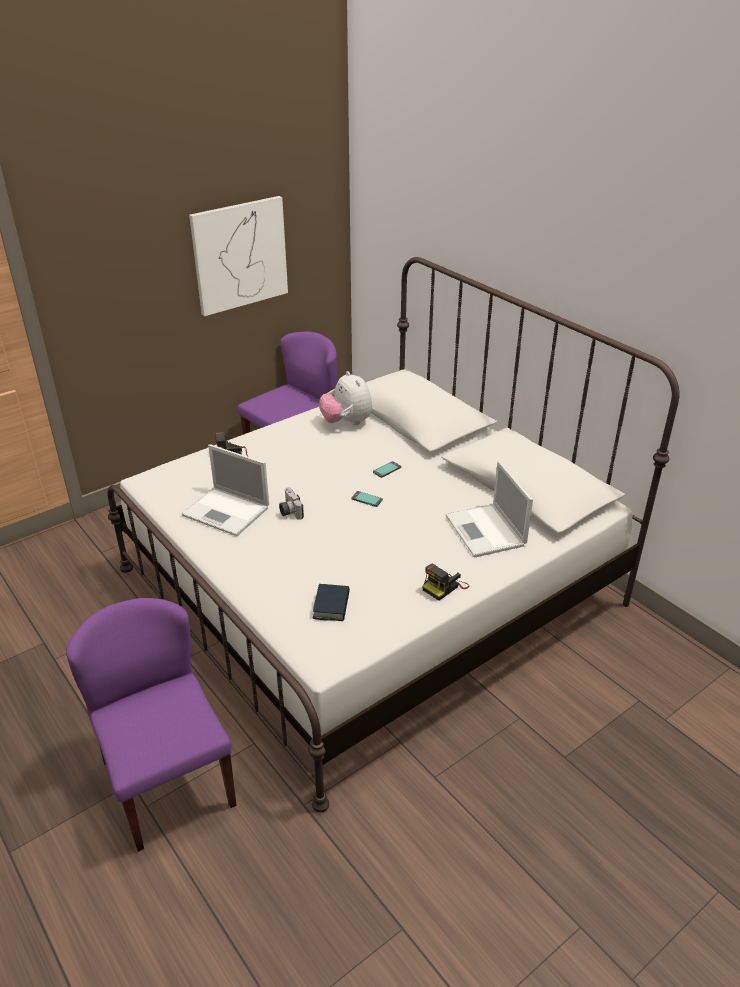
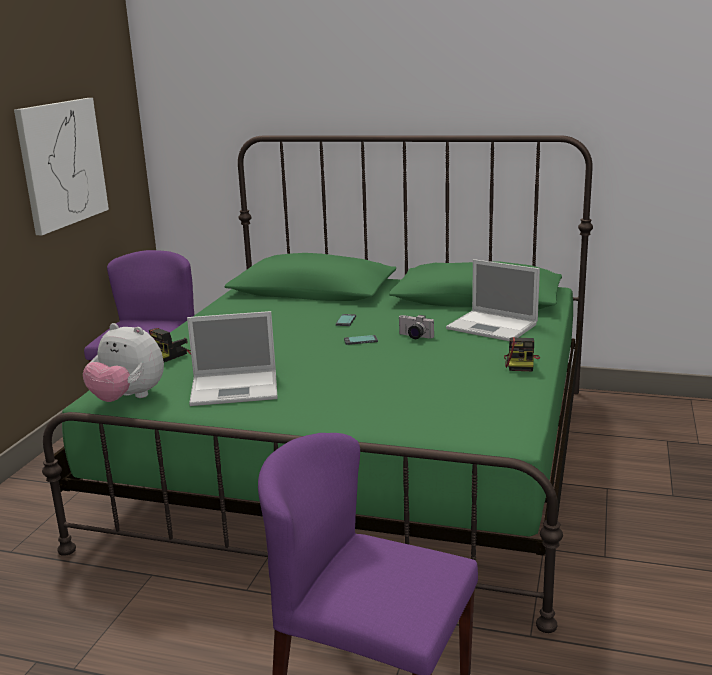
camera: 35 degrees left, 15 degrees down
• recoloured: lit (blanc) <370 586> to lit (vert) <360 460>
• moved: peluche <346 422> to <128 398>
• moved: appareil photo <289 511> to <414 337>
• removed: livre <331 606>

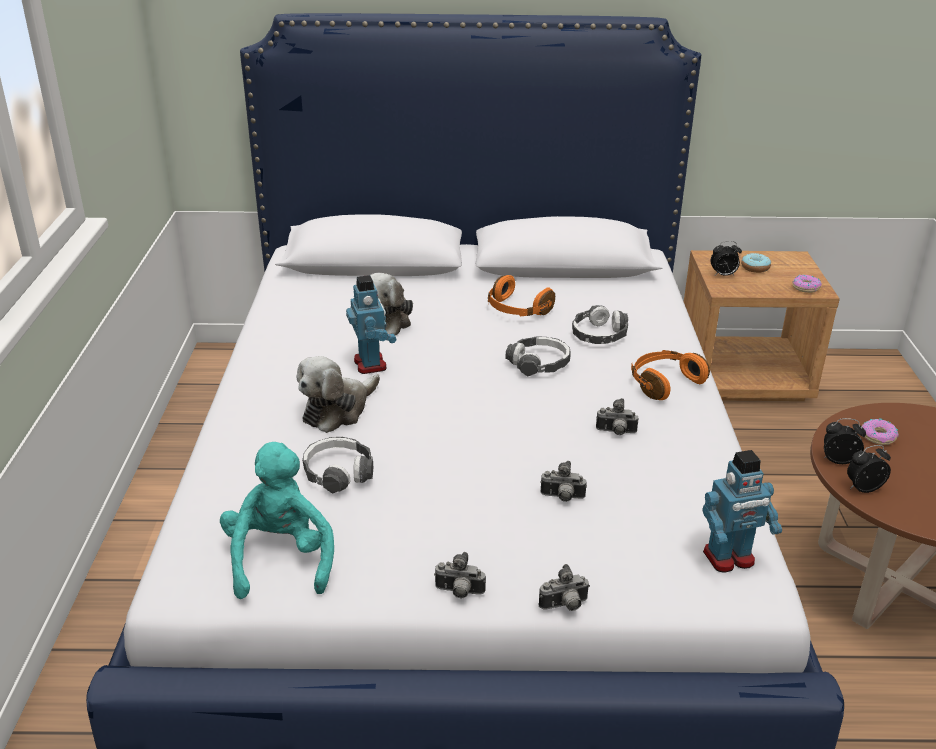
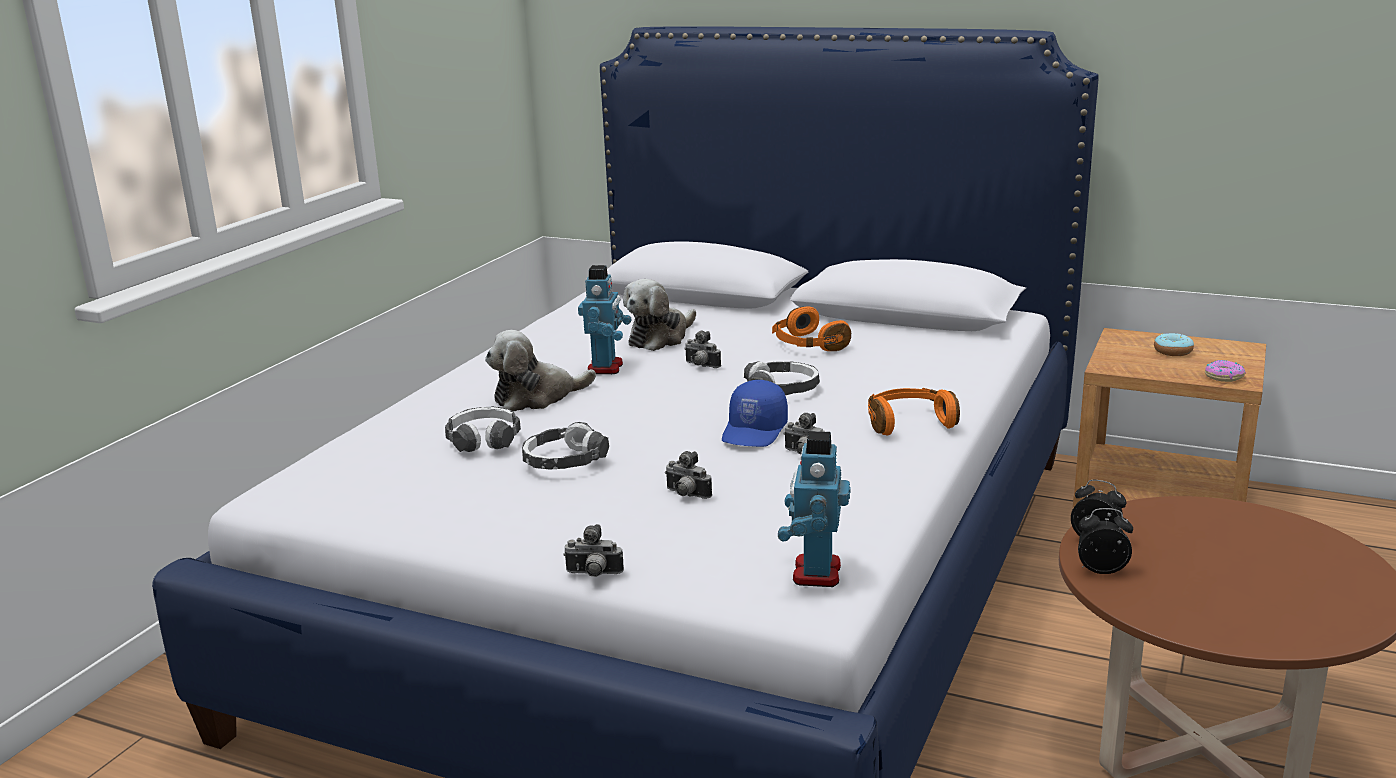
camera: 25 degrees right, 10 degrees down
• removed: réveil <723 275>
• moved: casque audio <599 335> to <564 460>
• removed: beignet <878 436>
• removed: peluche (turquoise) <280 559>
• turned: robot jouet <729 558> = <815 573> 90 degrees clockwise
• moved: appareil photo <459 592> to <700 366>
• added: casquette (bleu) <755 431>

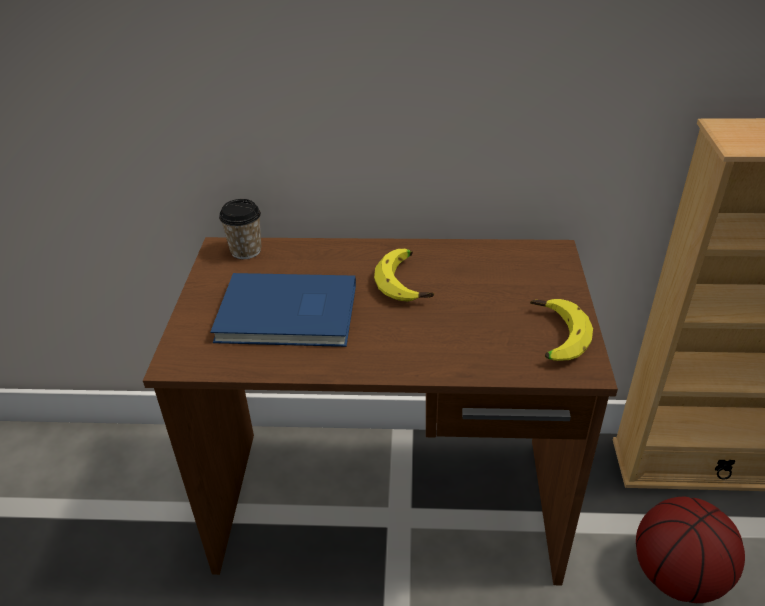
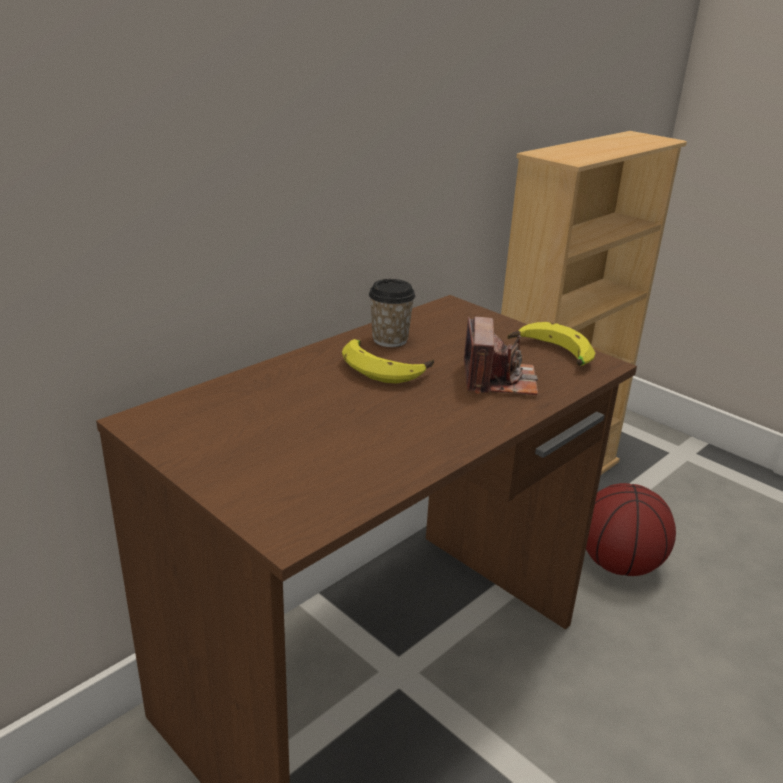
camera: 50 degrees left, 10 degrees down
• moved: tasse <246 251> to <390 340>
• removed: livre (bleu) <289 315>
• added: appareil photo <498 380>

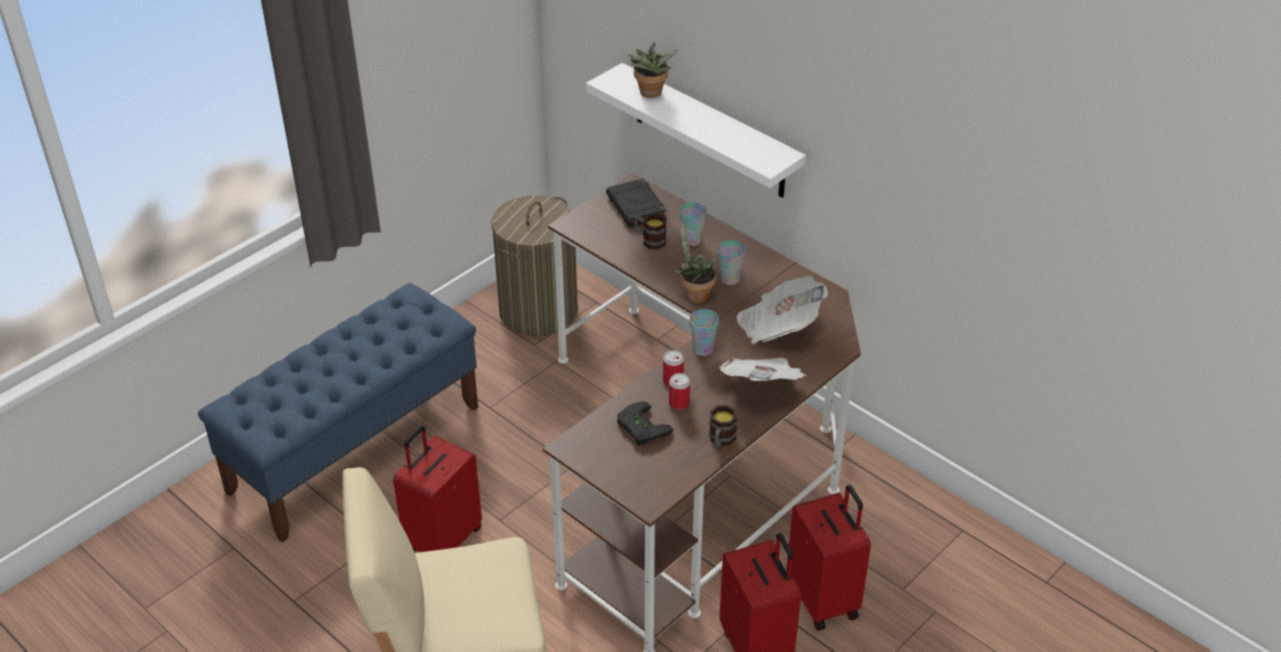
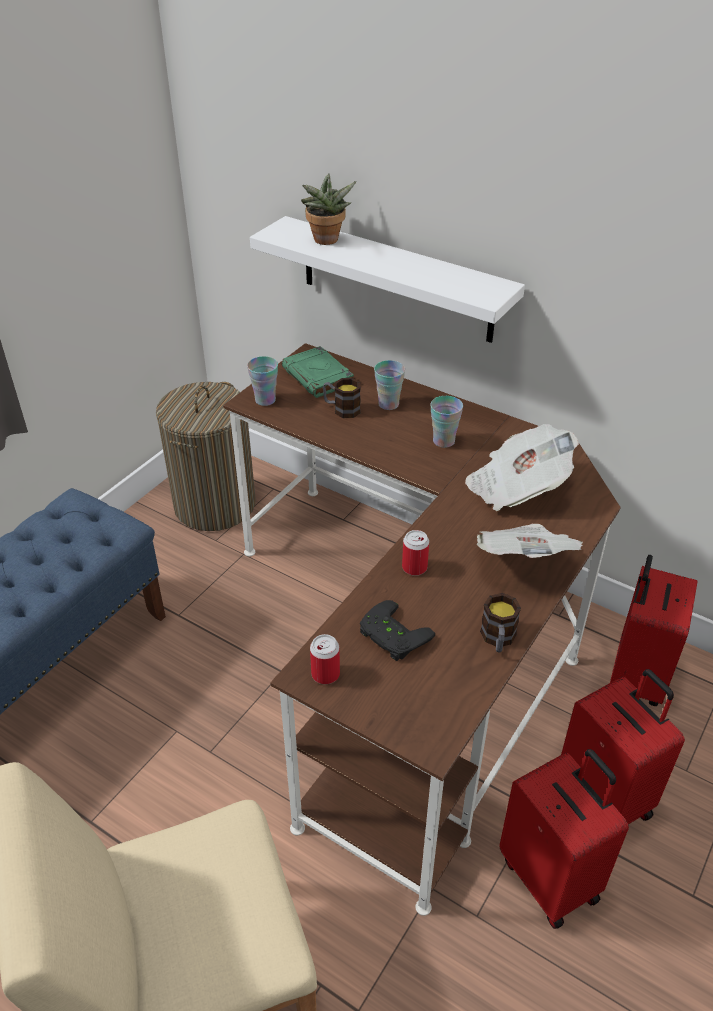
camera: 10 degrees left, 0 degrees up
• recoloured: livre (noir) <636 207> to livre (vert) <318 377>
• removed: plante en pot <694 294>
• moved: tasse <703 349> to <265 400>
• moved: boîte métallique <679 403> to <325 674>
• moved: valise (rouge) <443 539> to <635 676>

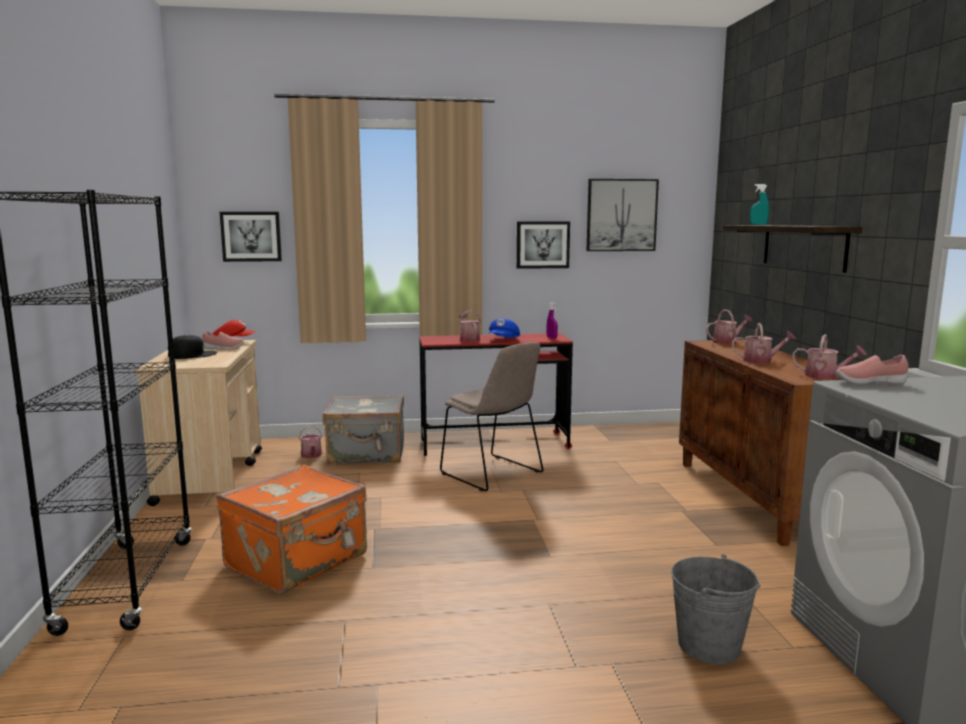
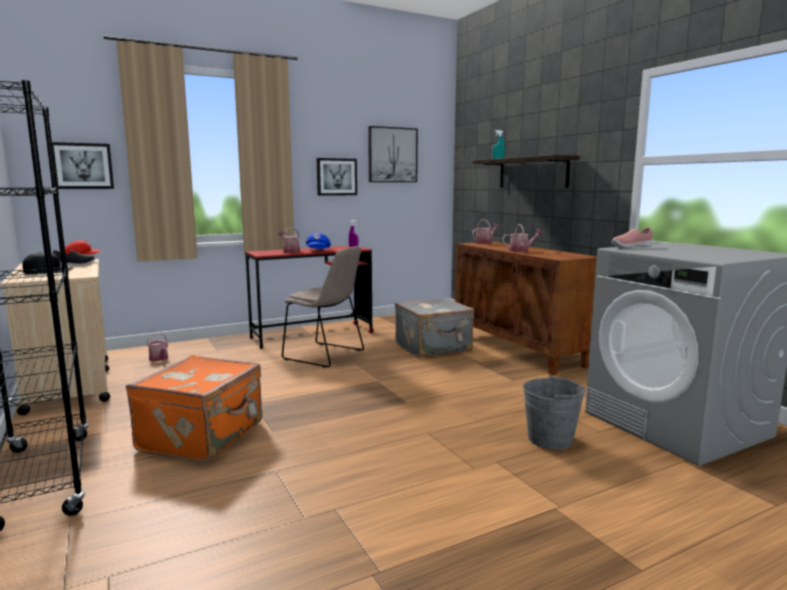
camera: 20 degrees left, 0 degrees up
• recoloured: chaussure (rose) <223 348> to chaussure (noir) <74 265>
• removed: arrosoir <825 376>
• moved: valise (gris) <367 454> to <434 348>

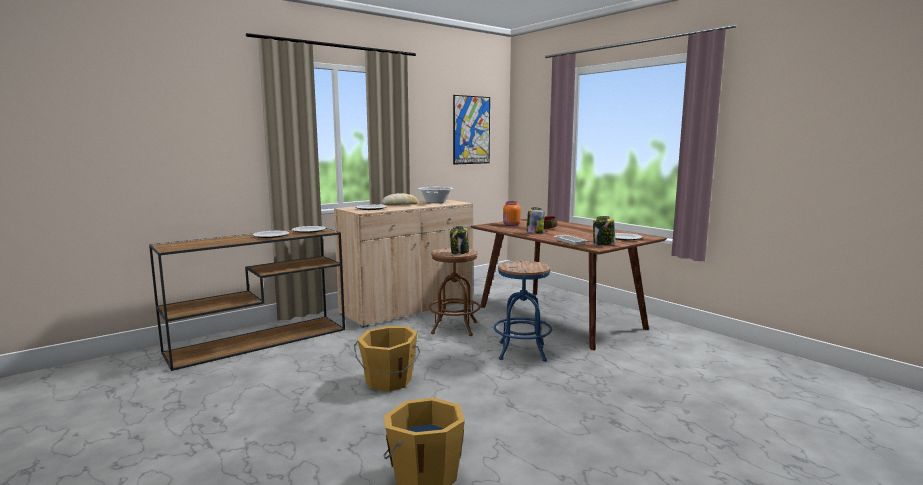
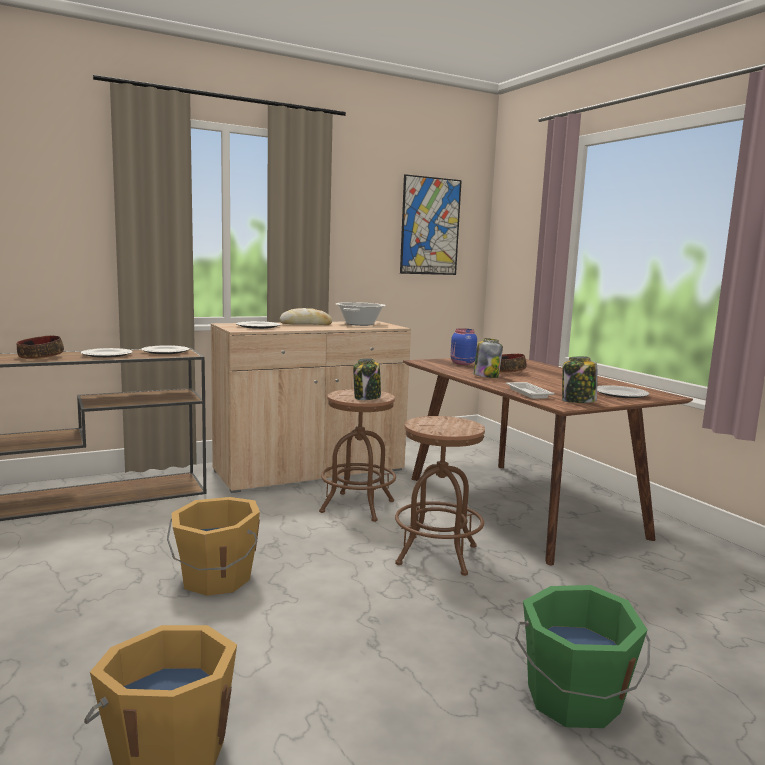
camera: 10 degrees right, 0 degrees up
• recoloured: bocal (orange) <511 225> to bocal (bleu) <462 363>
• recoloured: tabouret (bleu) <522 351> to tabouret (marron) <437 555>
• added: bol <40 357>
• added: seau (vert) <574 700>

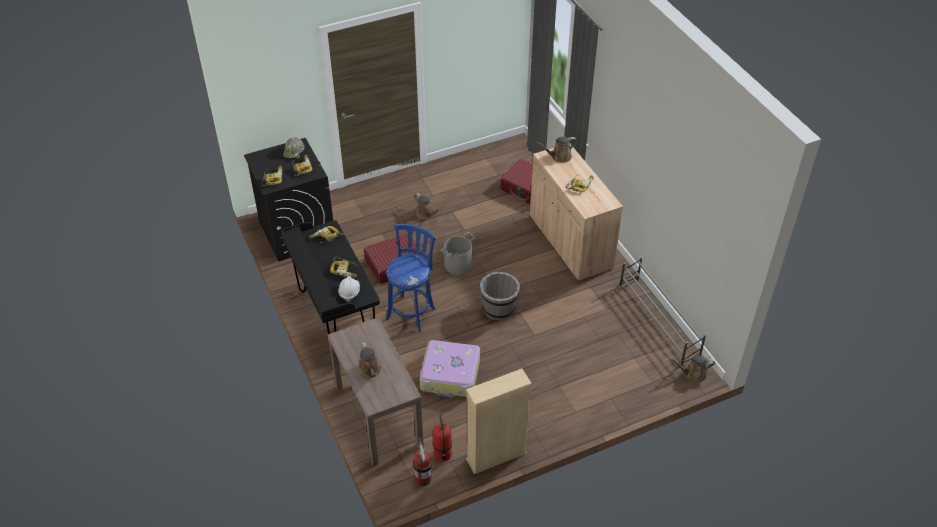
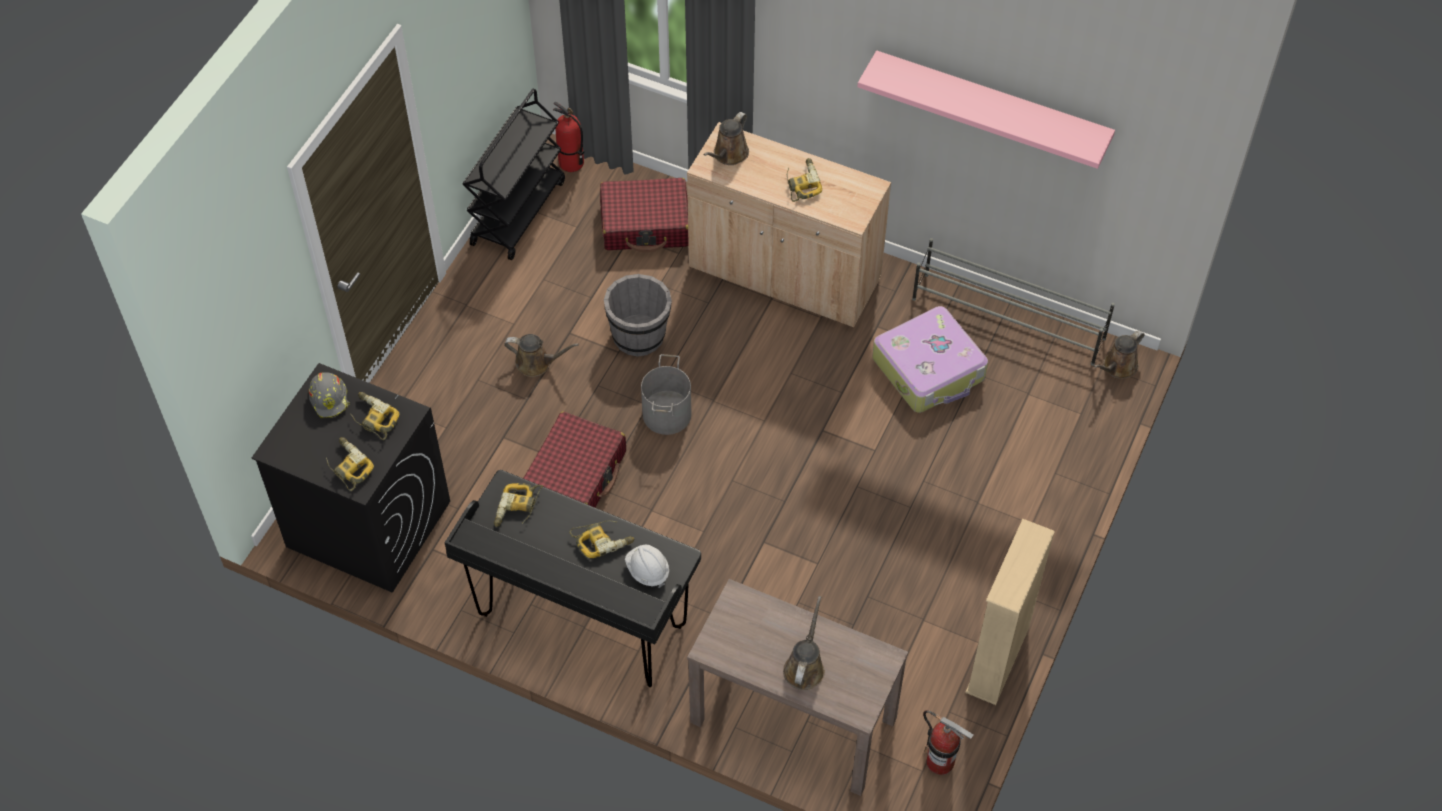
camera: 40 degrees left, 10 degrees up
• removed: tabouret (bleu) <412 312>
• moved: seau (gris) <499 309> to <639 335>
• moved: valise <450 375> to <929 369>
• turned: arrosoir (marron) <370 371> = <805 667> 105 degrees counterclockwise
• moved: extincteur <442 454> to <571 163>
• added: étagère (rose) <991 104>
• added: chariot (noir) <518 212>

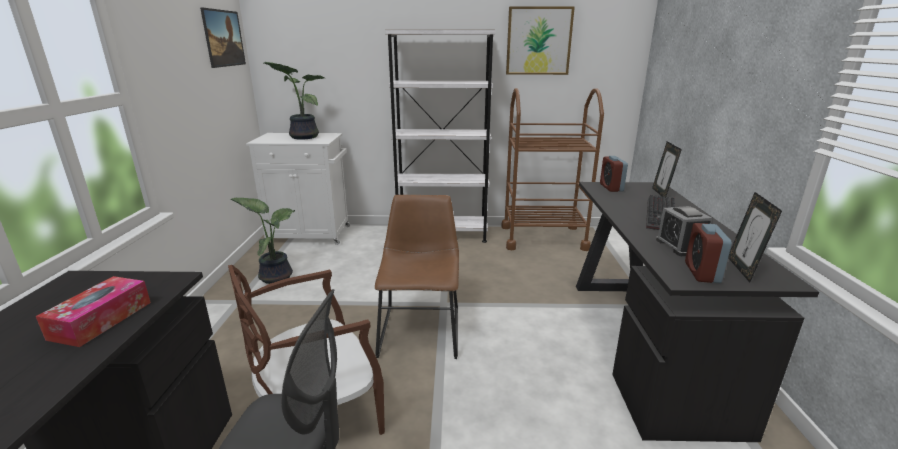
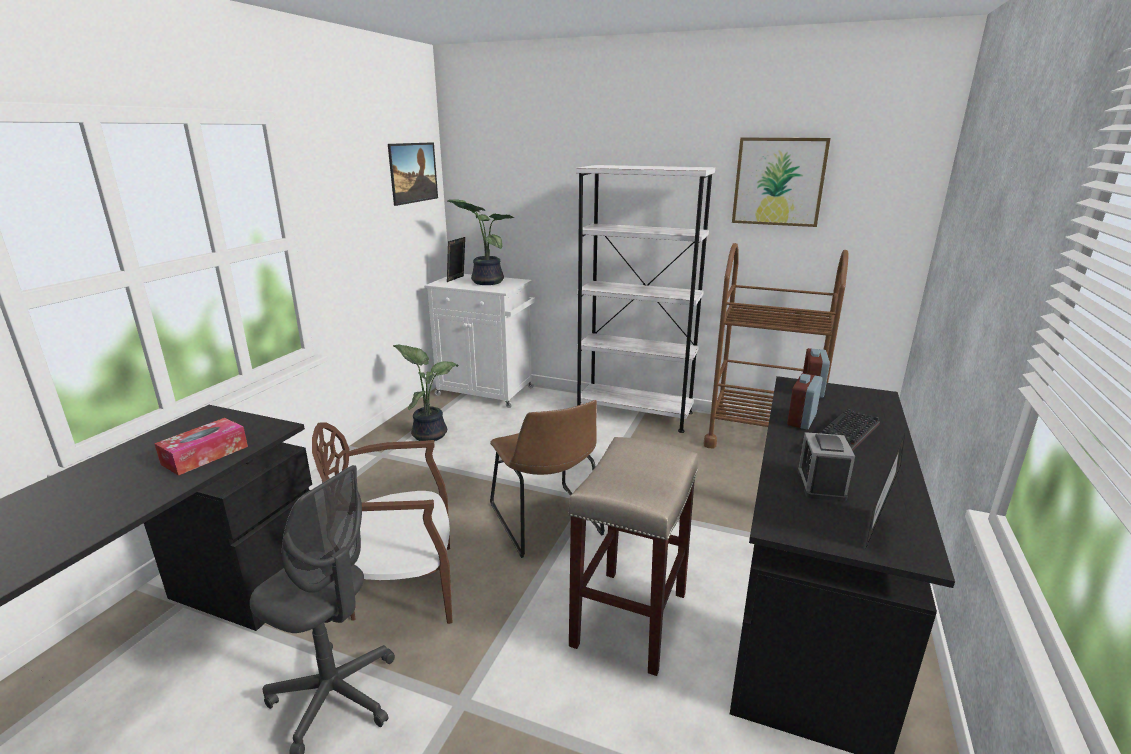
camera: 20 degrees right, 0 degrees up
• moved: cadre photo <661 193> to <457 279>
• turned: chaise (marron) <420 328> = <547 522> 135 degrees clockwise
• moved: réveil <701 272> to <801 420>
• added: tabouret (beige) <629 617>

